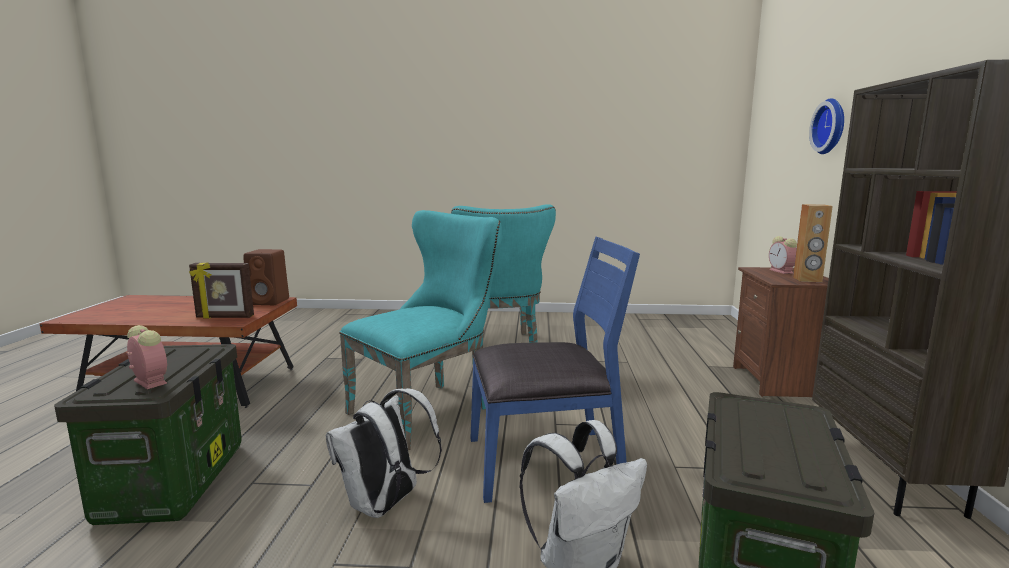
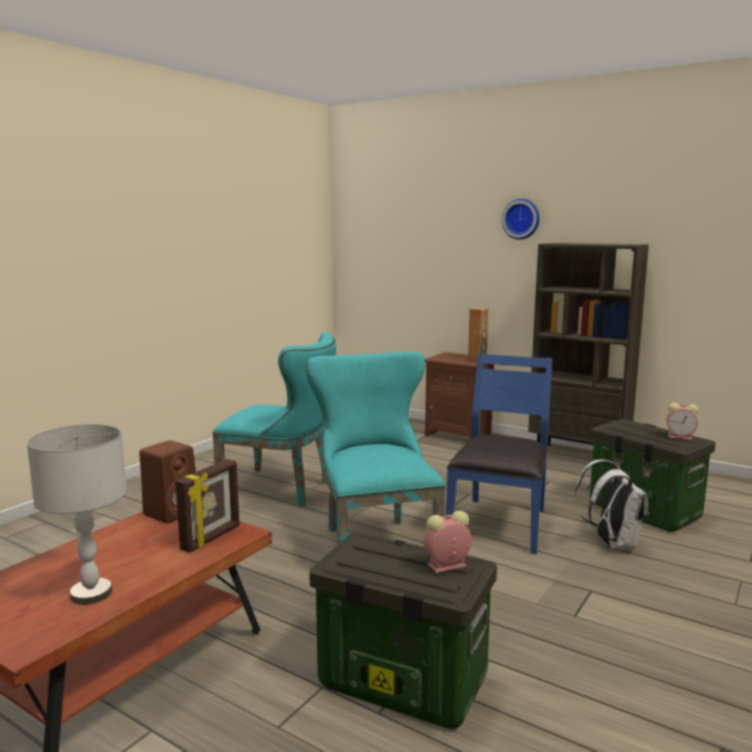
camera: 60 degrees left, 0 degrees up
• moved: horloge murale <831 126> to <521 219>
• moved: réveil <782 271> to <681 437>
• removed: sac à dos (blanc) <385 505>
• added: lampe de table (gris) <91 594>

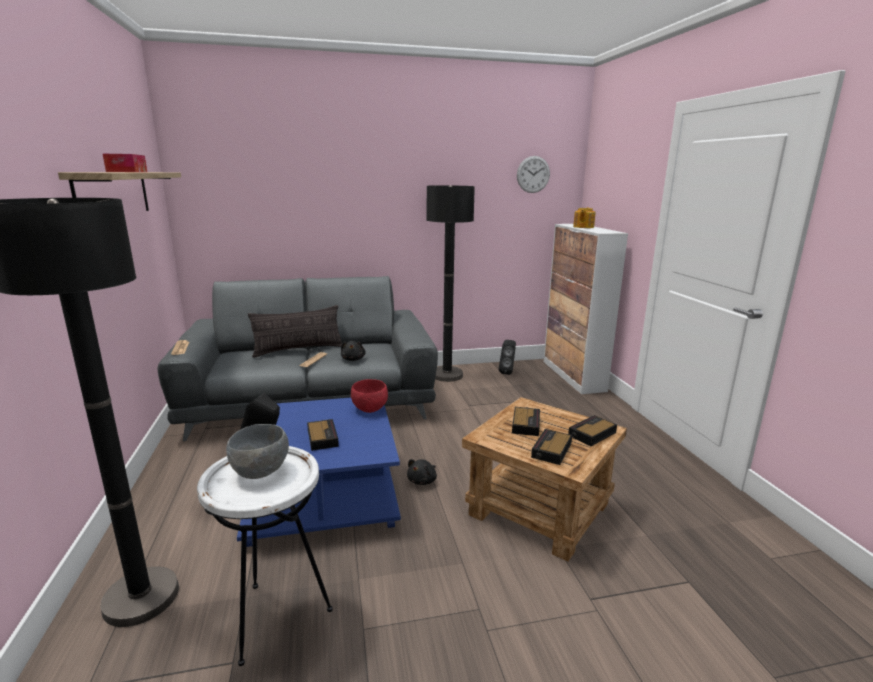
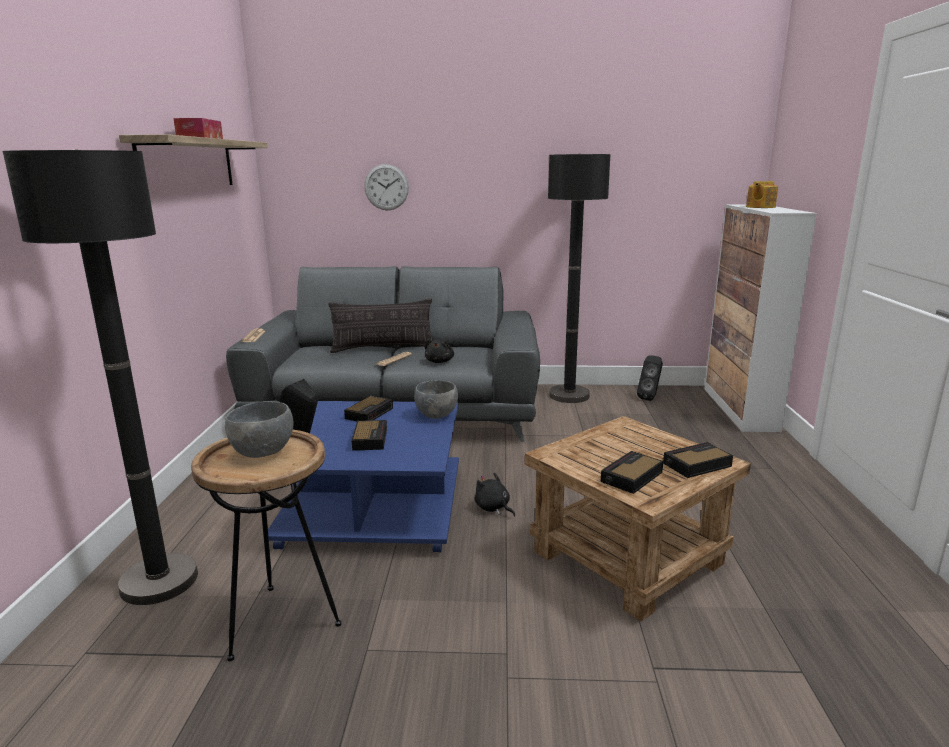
camera: 15 degrees right, 0 degrees up
• moved: horloge murale <533 174> to <386 187>
• recoloured: bol (rouge) <370 409> to bol (gris) <436 415>
• moved: réveil <526 424> to <370 413>
• recoloured: table d'appoint (blanc) <276 617> to table d'appoint (marron) <280 622>
• turned: peluche (noir) <423 481> = <493 508> 90 degrees clockwise

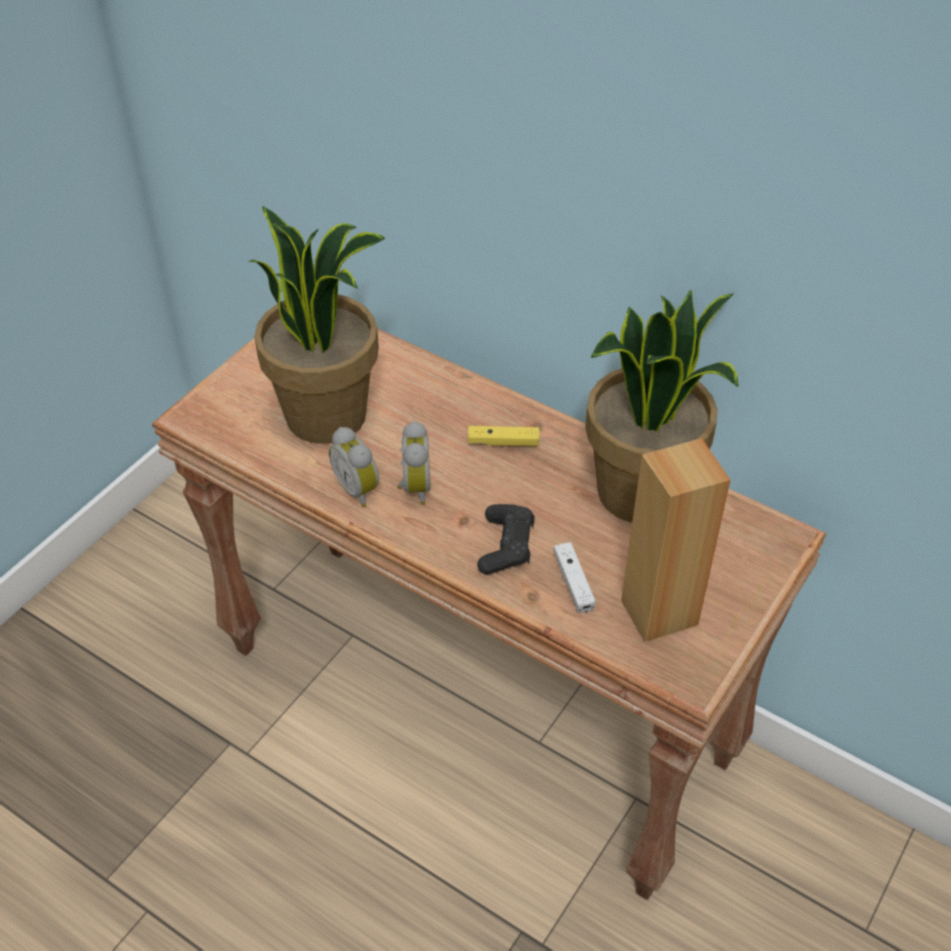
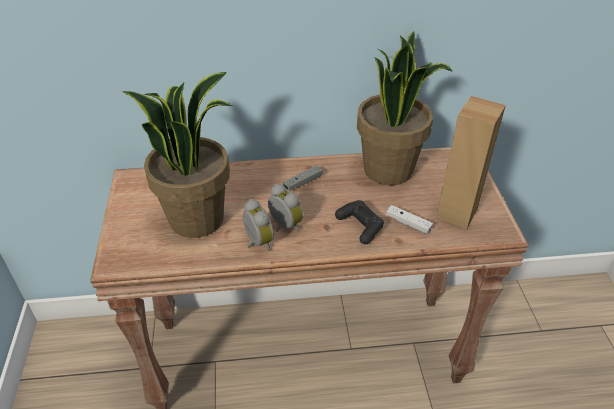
camera: 40 degrees left, 5 degrees down
• recoloured: manette (jaune) <503 442> to manette (gris) <303 182>
• turned: réveil <359 489> = <257 243> 135 degrees counterclockwise

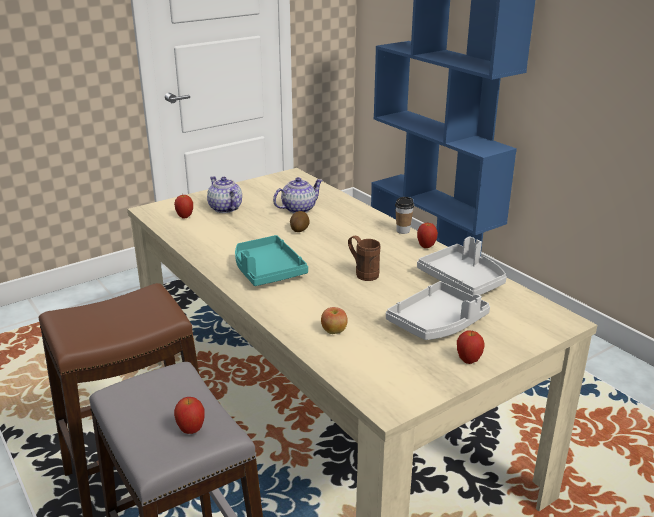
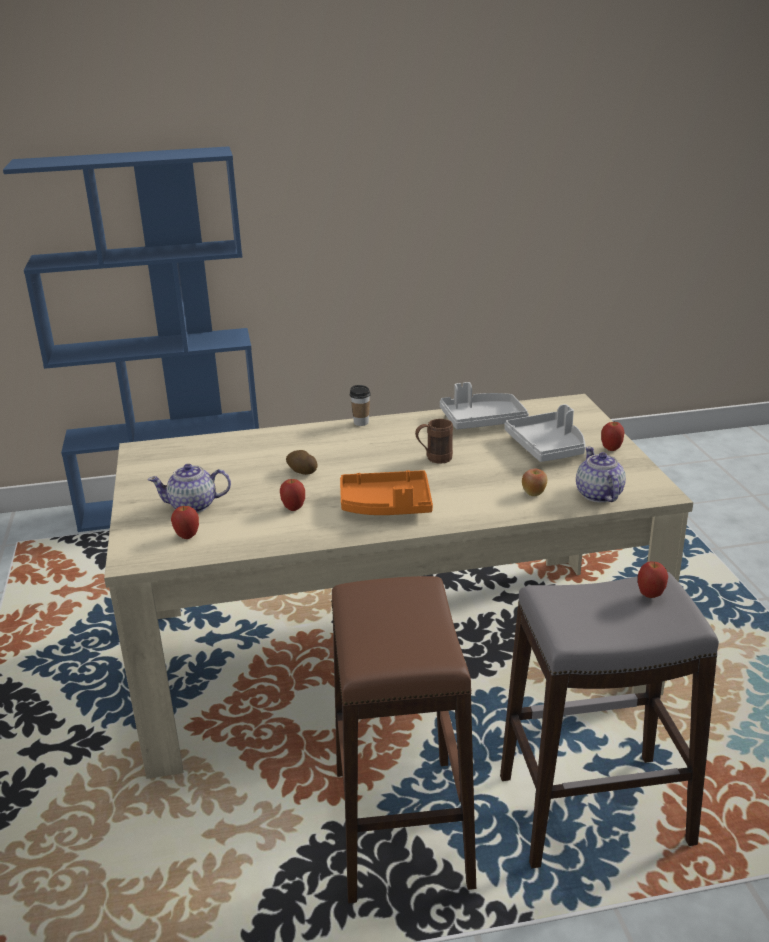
camera: 65 degrees left, 0 degrees up
• moved: théière <298 209> to <598 495>
• moved: pomme <426 246> to <293 508>
• recoloured: plateau (turquoise) <267 270> to plateau (orange) <386 506>

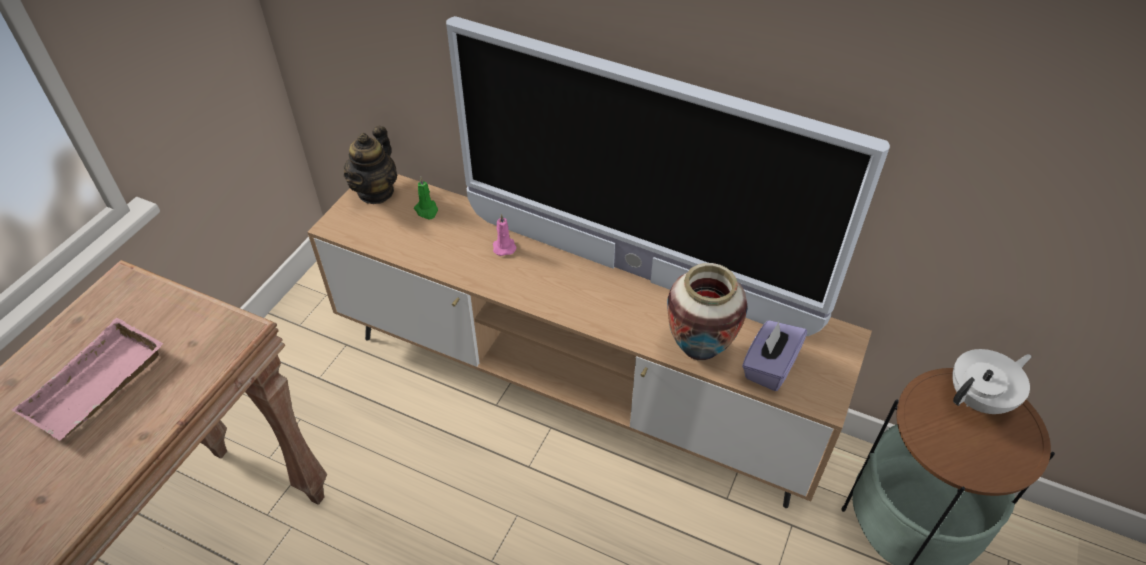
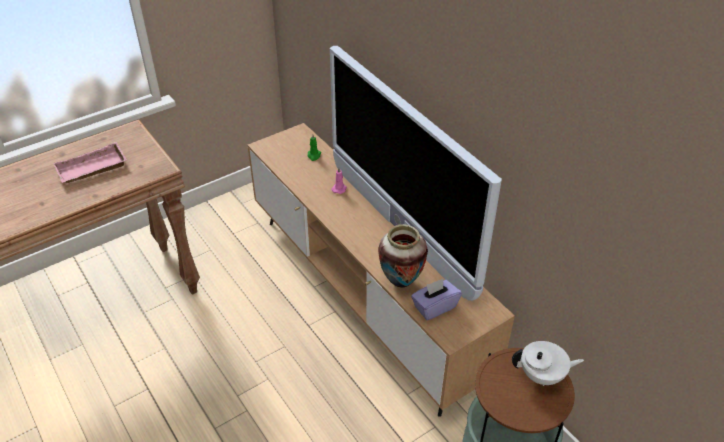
camera: 30 degrees right, 5 degrees down
• removed: théière <376 191>

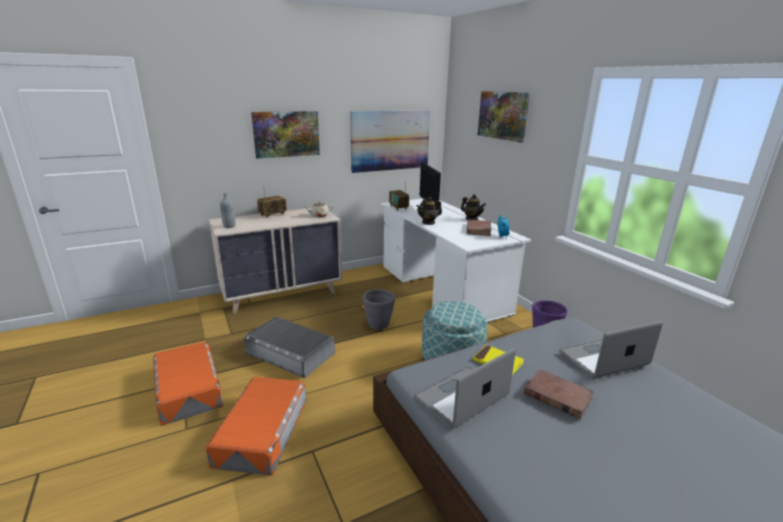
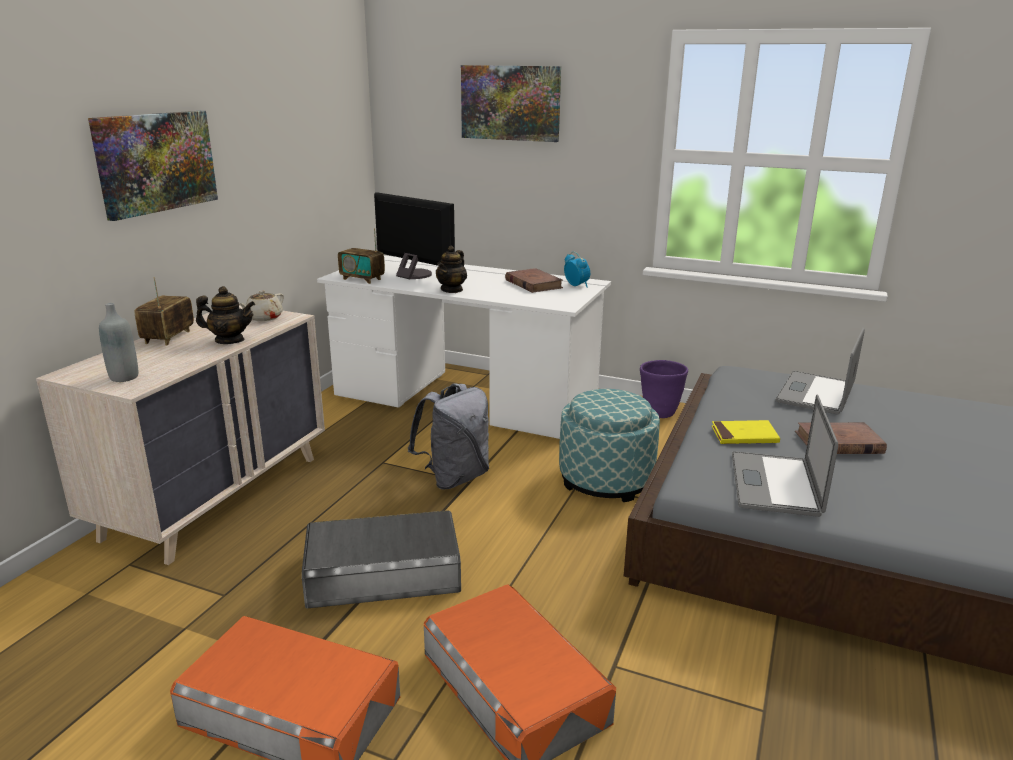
camera: 40 degrees left, 0 degrees up
• removed: tableau <390 140>
• moved: théière <472 219> to <229 340>
• replaced: cache-pot (gris) <379 325> to sac à dos (gris) <454 477>

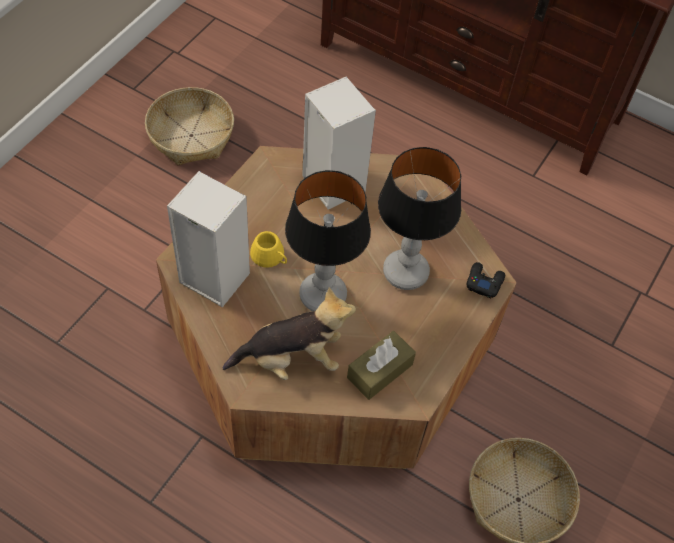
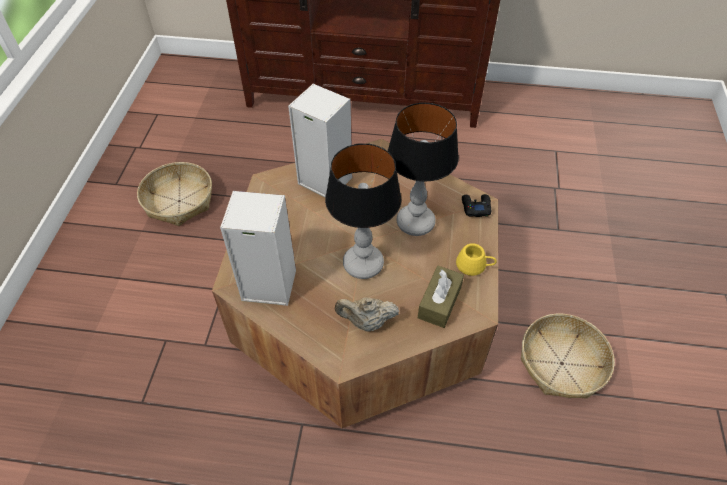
camera: 20 degrees left, 5 degrees down
• moved: mug (jaune) <270 258> to <474 266>
• replaced: peluche <292 359> to théière (beige) <366 322>

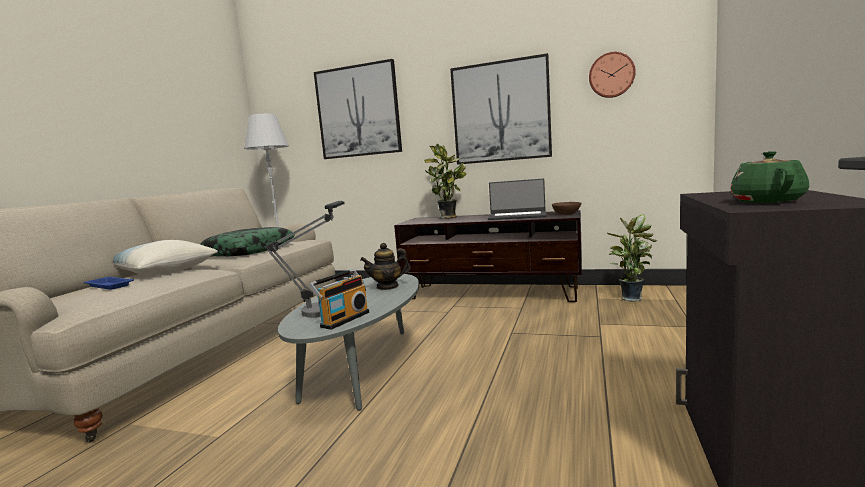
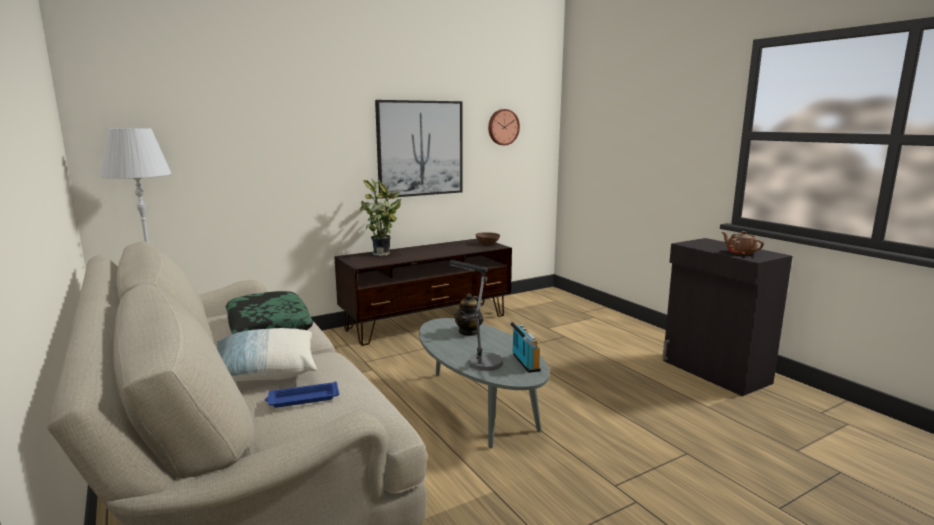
camera: 50 degrees left, 5 degrees up
• removed: tableau <358 111>
• recoloured: théière (vert) <766 201> to théière (marron) <740 252>
• removed: ordinateur portable <517 216>
• removed: plante en pot <631 298>

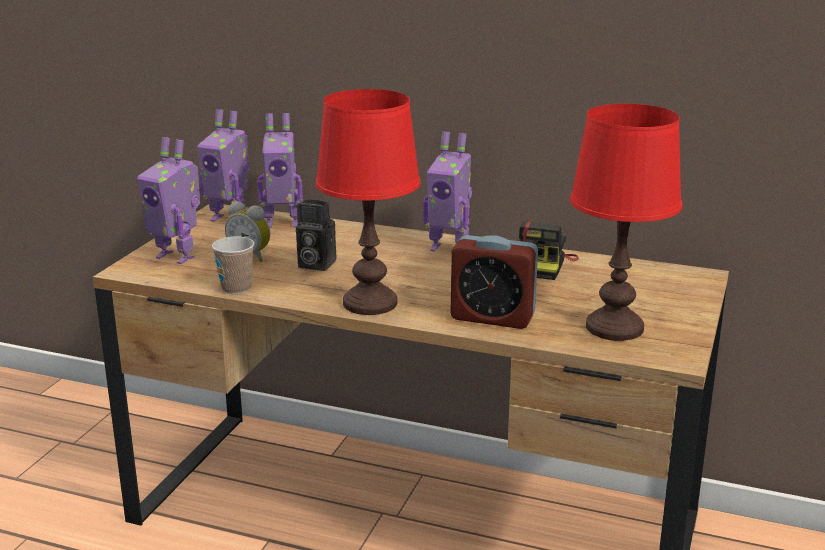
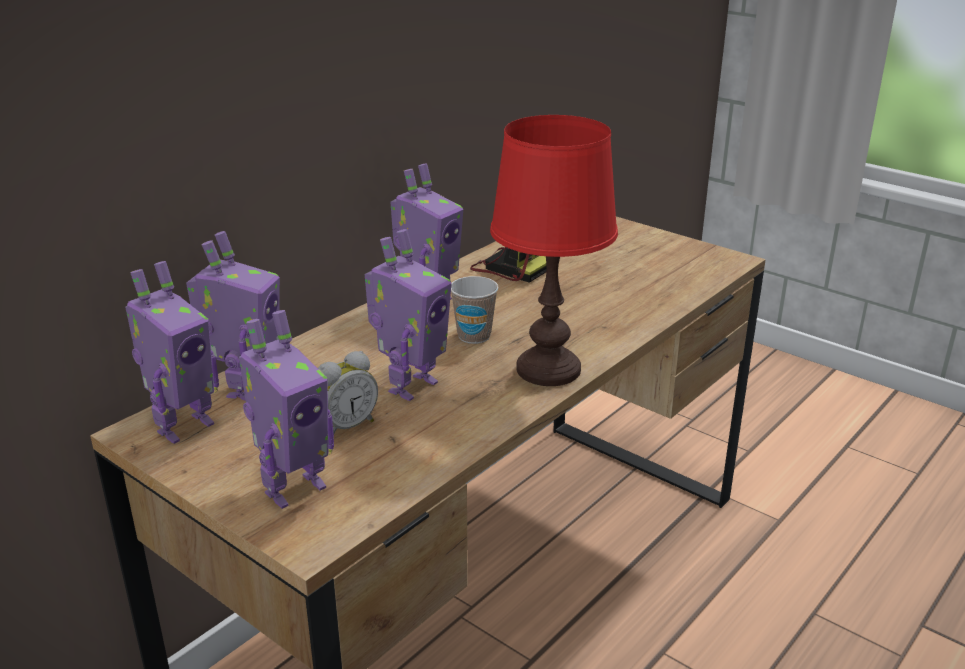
camera: 70 degrees left, 5 degrees up
• removed: lampe de table (rouge) <613 327>
• replaced: appareil photo <314 264> to robot jouet <410 386>
• removed: réveil <492 317>
• moved: tasse <236 288> to <474 336>

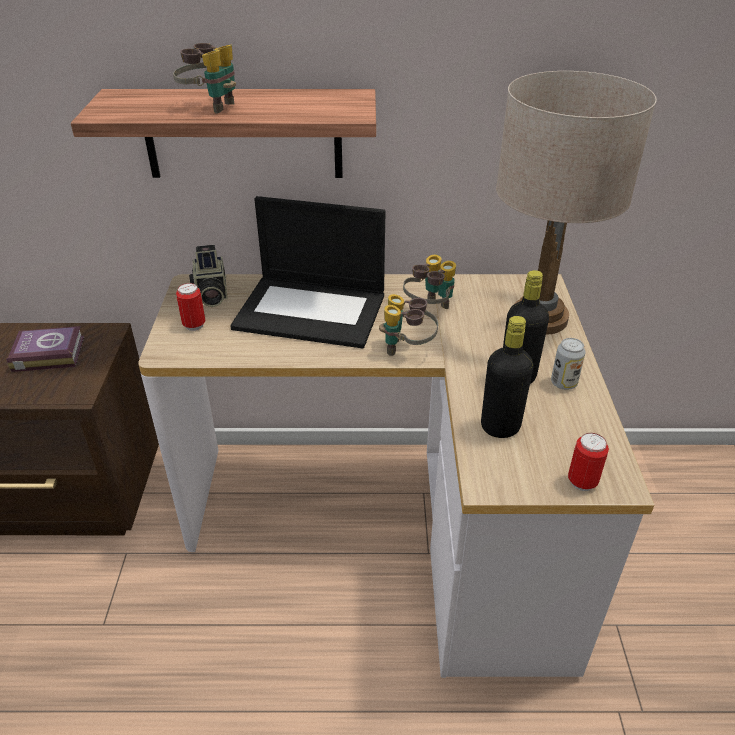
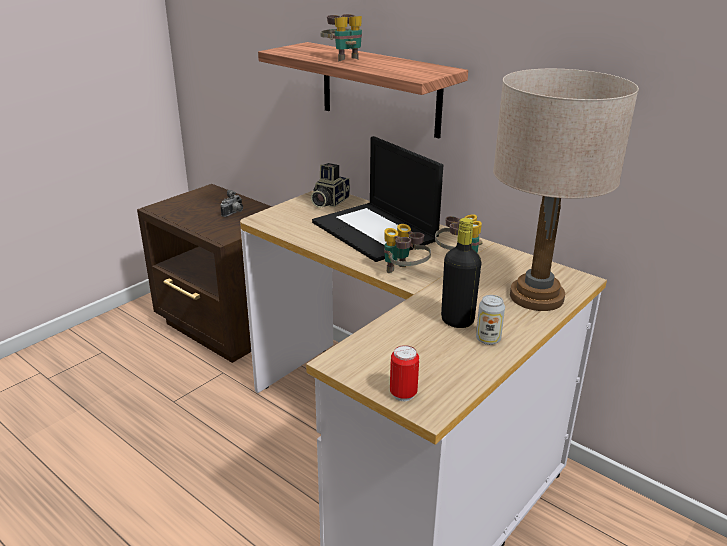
camera: 40 degrees right, 10 degrees down
• removed: boîte métallique <194 325>
• removed: bouteille (noir) <500 427>
• replaced: livre <47 353> to appareil photo <234 213>

